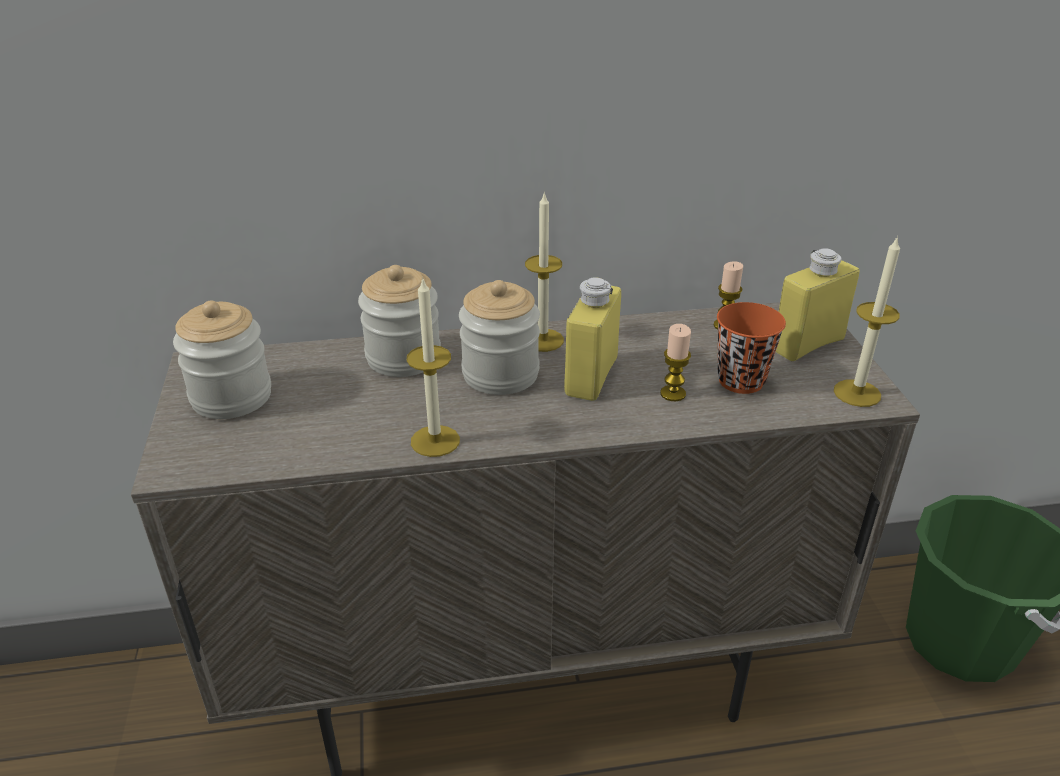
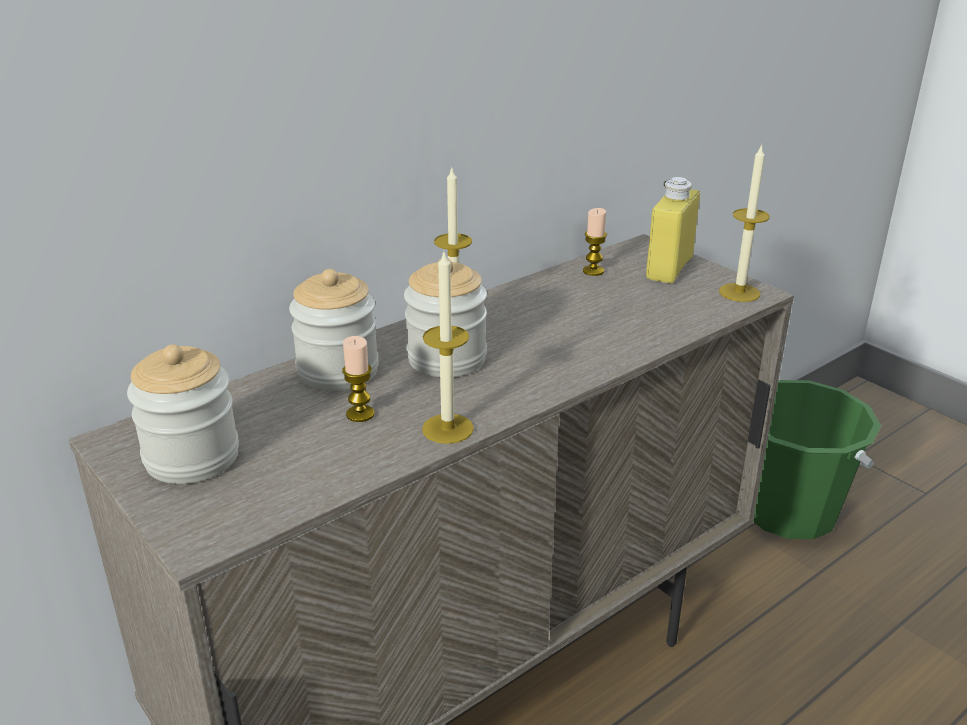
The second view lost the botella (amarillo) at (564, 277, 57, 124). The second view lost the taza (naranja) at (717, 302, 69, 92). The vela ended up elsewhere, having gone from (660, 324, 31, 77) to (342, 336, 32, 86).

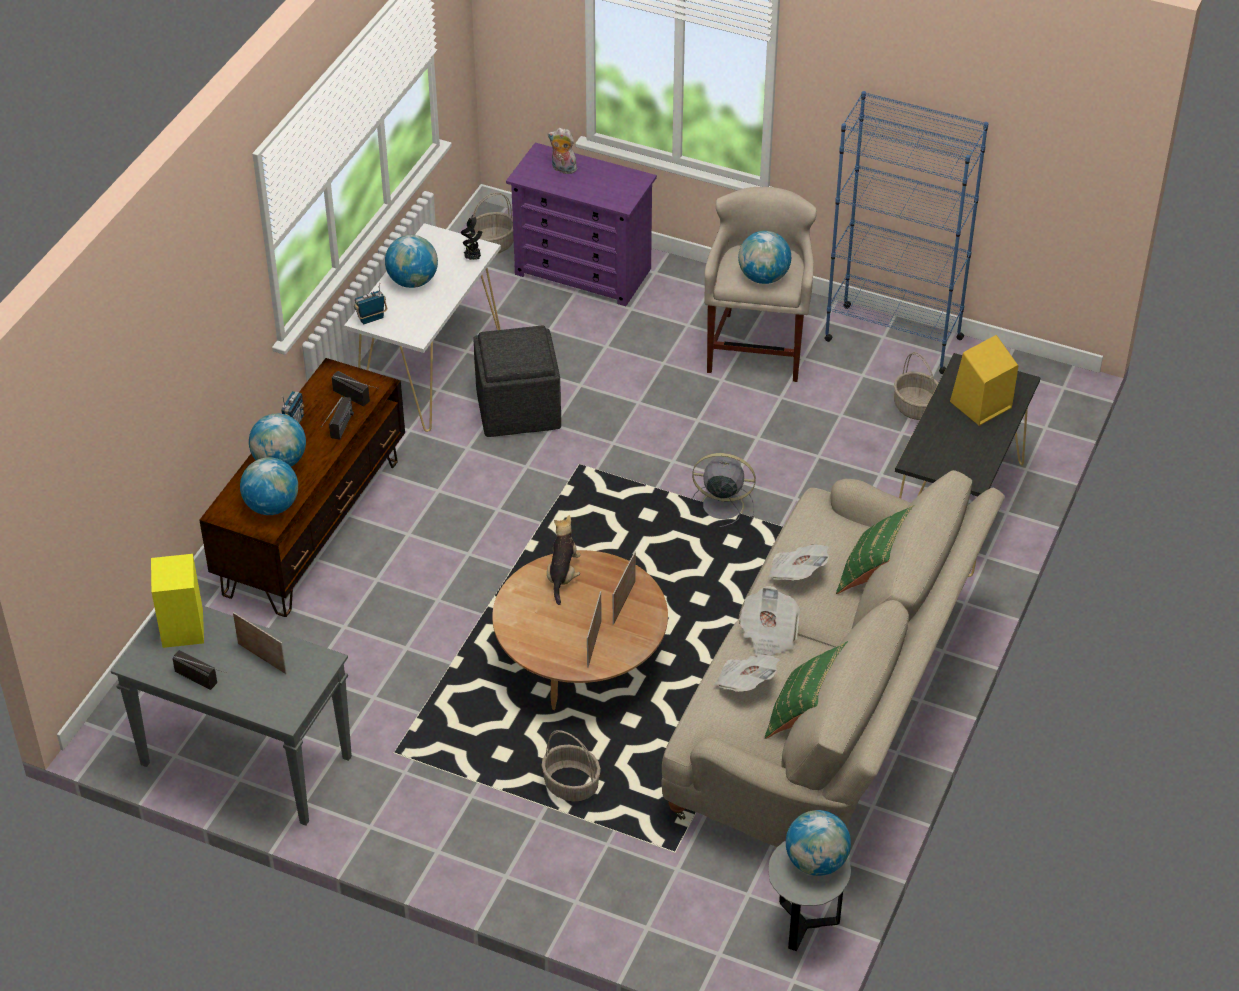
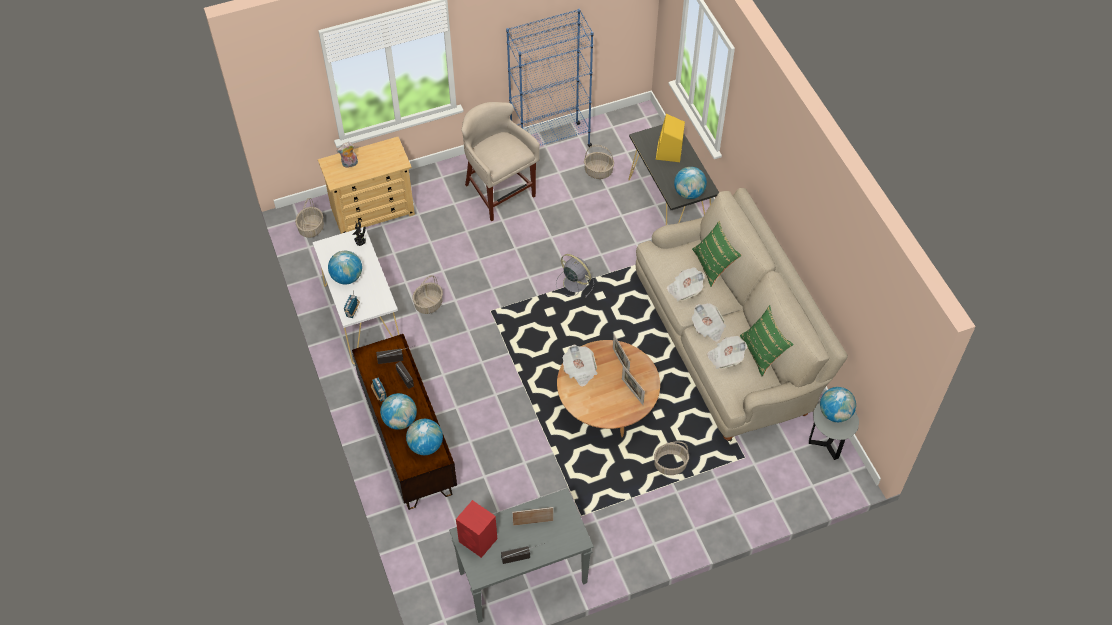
What was the cómoda (morado) at (506, 143, 151, 163) turned into the cómoda (beis) at (318, 137, 97, 97). The globo terráqueo ended up elsewhere, having gone from (738, 231, 53, 53) to (674, 167, 33, 32). Where the puf (gris) stood at (473, 325, 88, 112), the cesta came to stand at (413, 275, 30, 39). The ventilador (gris) at (692, 453, 64, 74) ended up facing another way, 75 degrees clockwise from before. Where the peluche stood at (547, 515, 33, 90), the periódico came to stand at (563, 344, 35, 42). What was the altavoz (amarillo) at (151, 554, 53, 94) turned into the altavoz (rojo) at (456, 500, 41, 58).

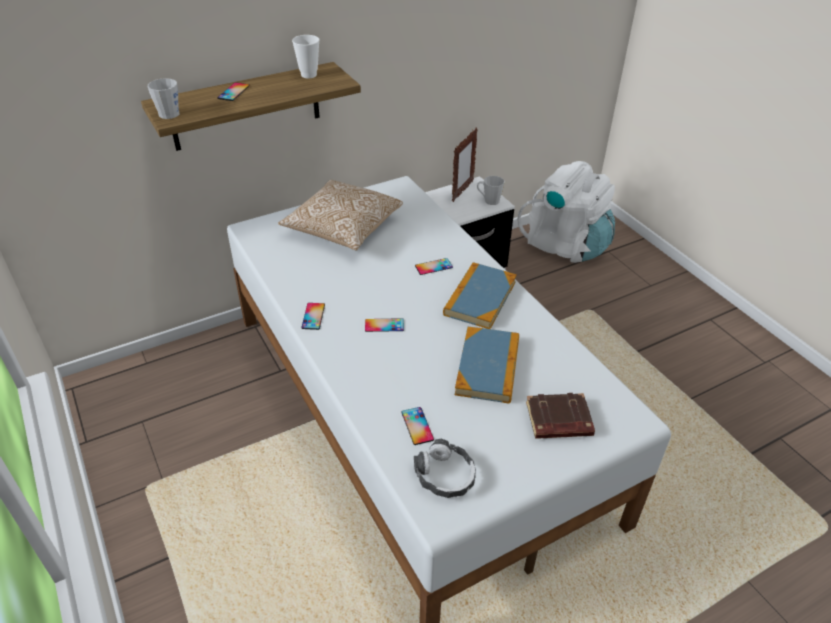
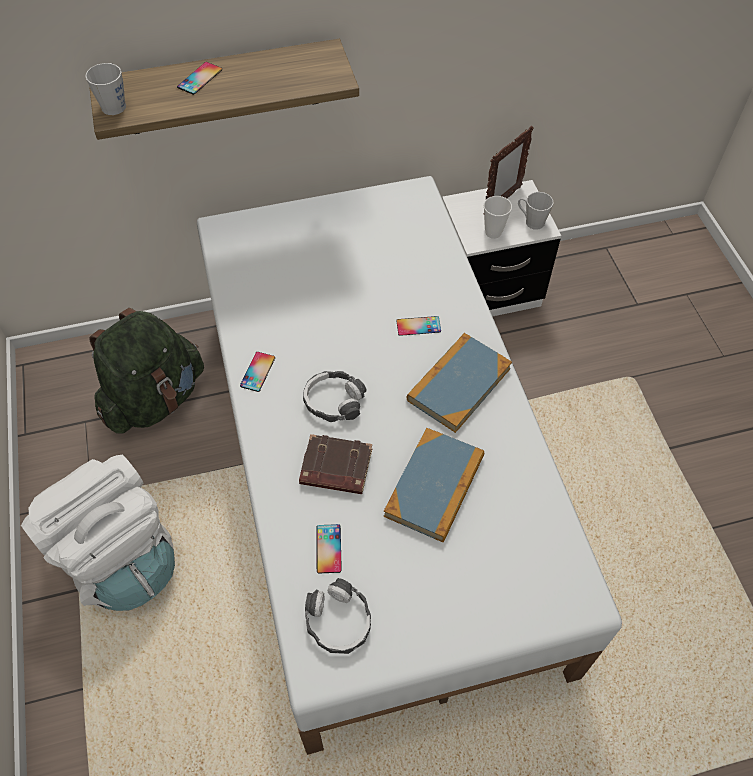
The taza ended up elsewhere, having gone from (292, 35, 28, 43) to (484, 196, 28, 43). The mochila (blanco) ended up elsewhere, having gone from (517, 161, 98, 102) to (21, 455, 154, 156). The second view lost the cojín at (278, 180, 125, 70). Where the móvil stood at (365, 318, 39, 14), the auriculares came to stand at (303, 371, 63, 51). The libro (marrón) ended up elsewhere, having gone from (526, 393, 69, 46) to (299, 434, 73, 60). The second view gained the mochila (verde) at (89, 308, 115, 126).

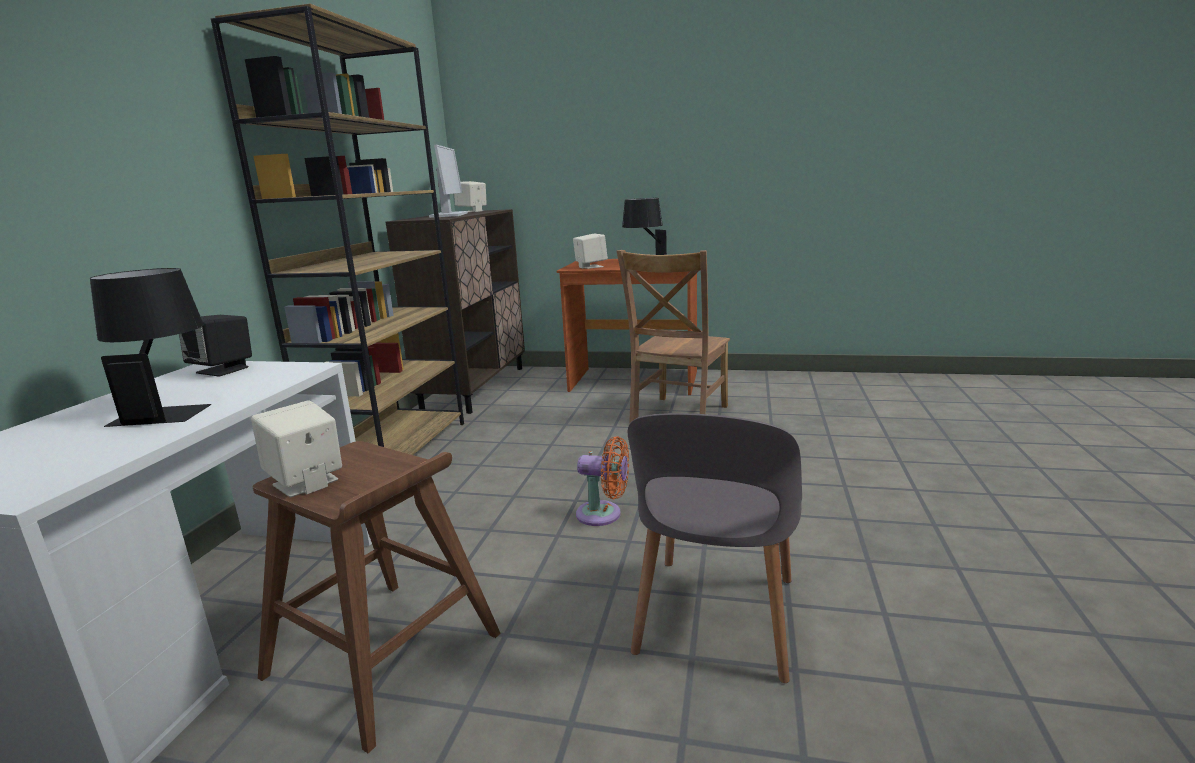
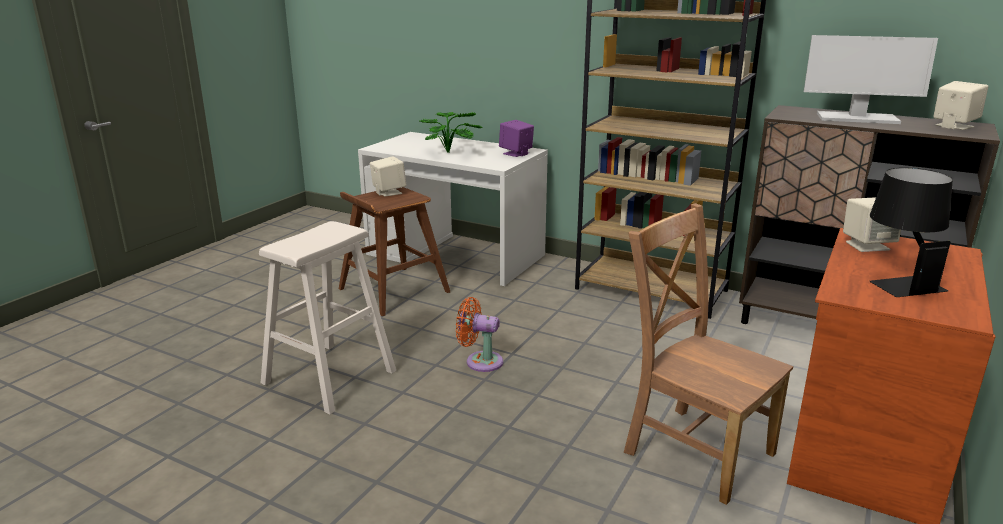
Where the lámpara de mesa (negro) stood at (90, 268, 121, 159), the planta en maceta came to stand at (420, 112, 62, 41). What was the altavoz (negro) at (179, 315, 73, 62) turned into the altavoz (morado) at (499, 120, 35, 37). Where the silla (gris) stood at (628, 413, 174, 270), the taburete (beis) came to stand at (259, 221, 137, 194). The ventilador (naranja) at (576, 436, 53, 90) ended up facing another way, 75 degrees clockwise from before.

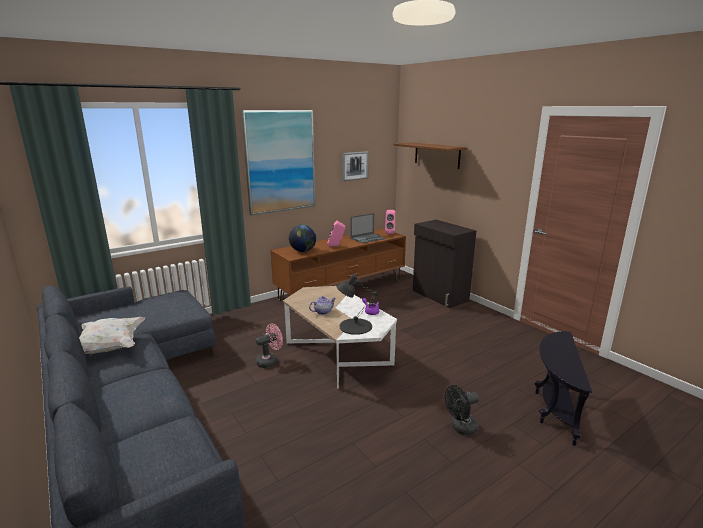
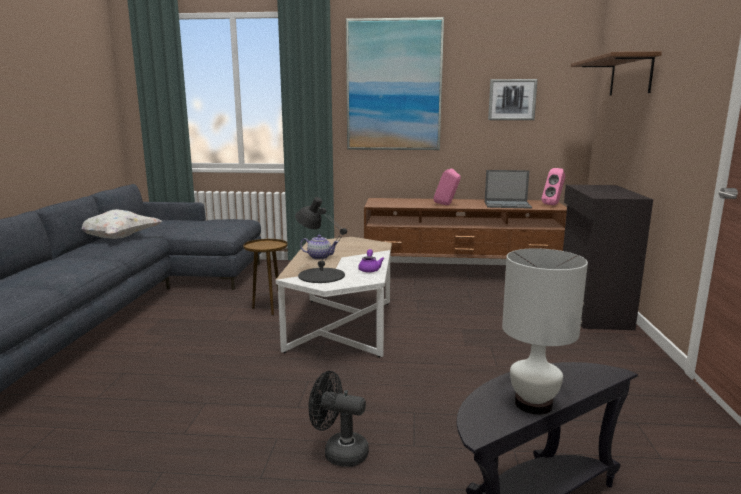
The second view lost the globo terráqueo at (289, 225, 27, 27). Where the ventilador (rosa) stood at (256, 323, 27, 45), the mesa auxiliar (marrón) came to stand at (243, 239, 45, 77). The second view gained the lámpara de mesa (blanco) at (502, 248, 86, 167).

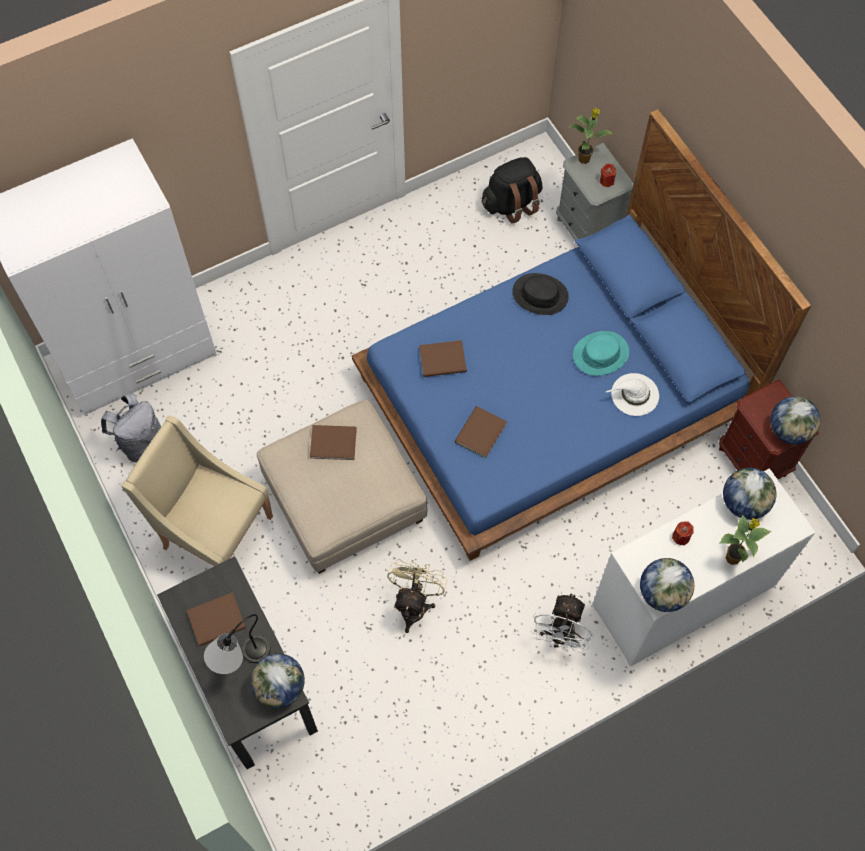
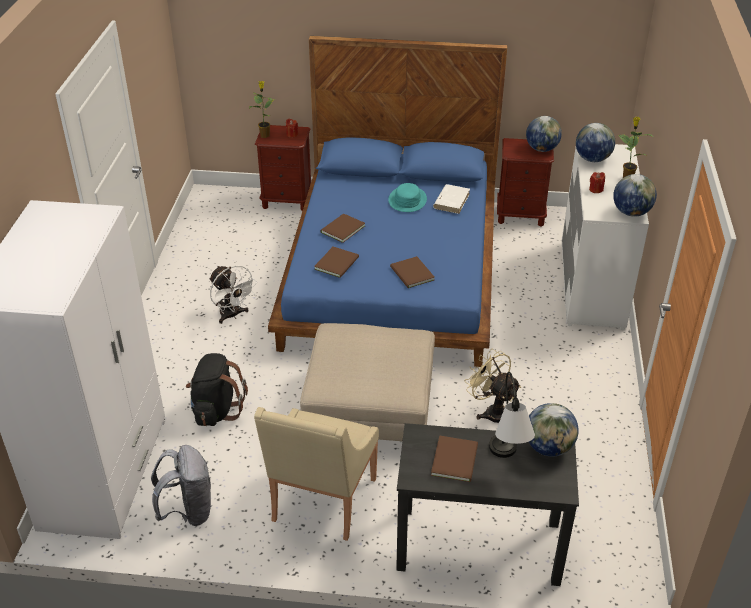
What was the mesita de noche (gris) at (556, 143, 77, 97) turned into the mesita de noche (marrón) at (255, 125, 56, 86). The mochila (negro) ended up elsewhere, having gone from (482, 157, 61, 67) to (186, 353, 62, 73). The second view lost the sombrero (negro) at (512, 273, 57, 42). Where the sombrero (blanco) stood at (606, 373, 53, 43), the libro (blanco) came to stand at (433, 184, 37, 30). The sillón (beis) at (121, 415, 152, 151) ended up facing another way, 45 degrees counterclockwise from before. The libro (marrón) ended up elsewhere, having gone from (310, 425, 47, 35) to (320, 213, 45, 30). The ventilador (blanco) ended up elsewhere, having gone from (531, 594, 61, 59) to (209, 266, 48, 58).

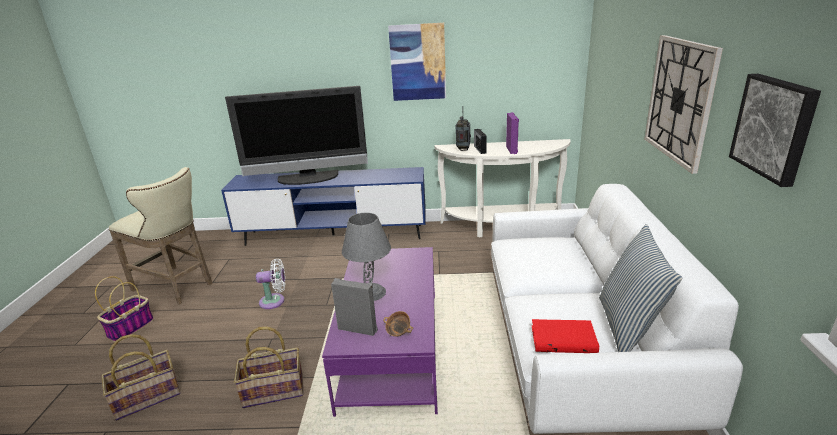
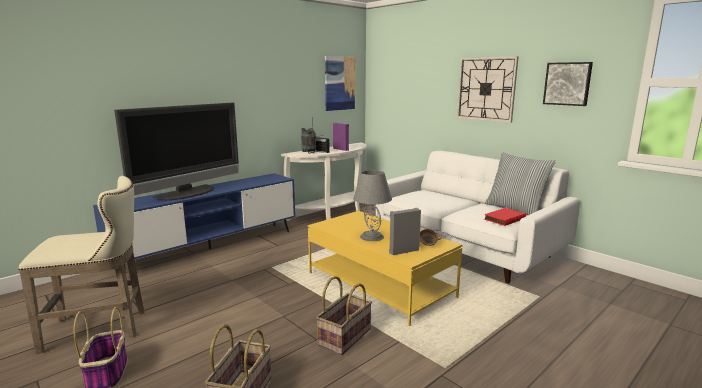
The cuadro ended up elsewhere, having gone from (388, 23, 58, 78) to (325, 56, 31, 55). What was the mesa de centro (morado) at (322, 247, 116, 170) turned into the mesa de centro (amarillo) at (308, 211, 154, 115). The second view lost the ventilador (blanco) at (256, 258, 29, 51).

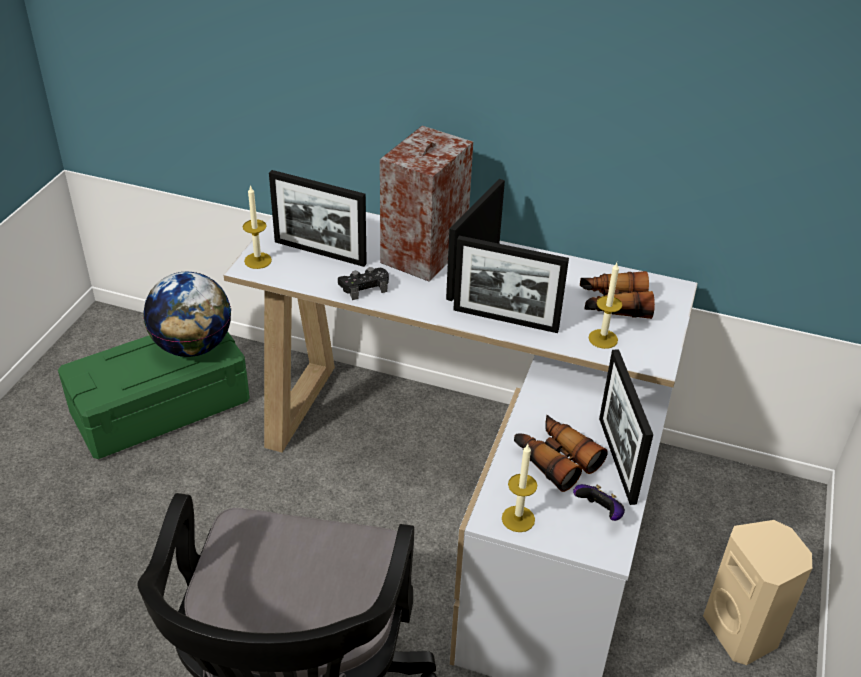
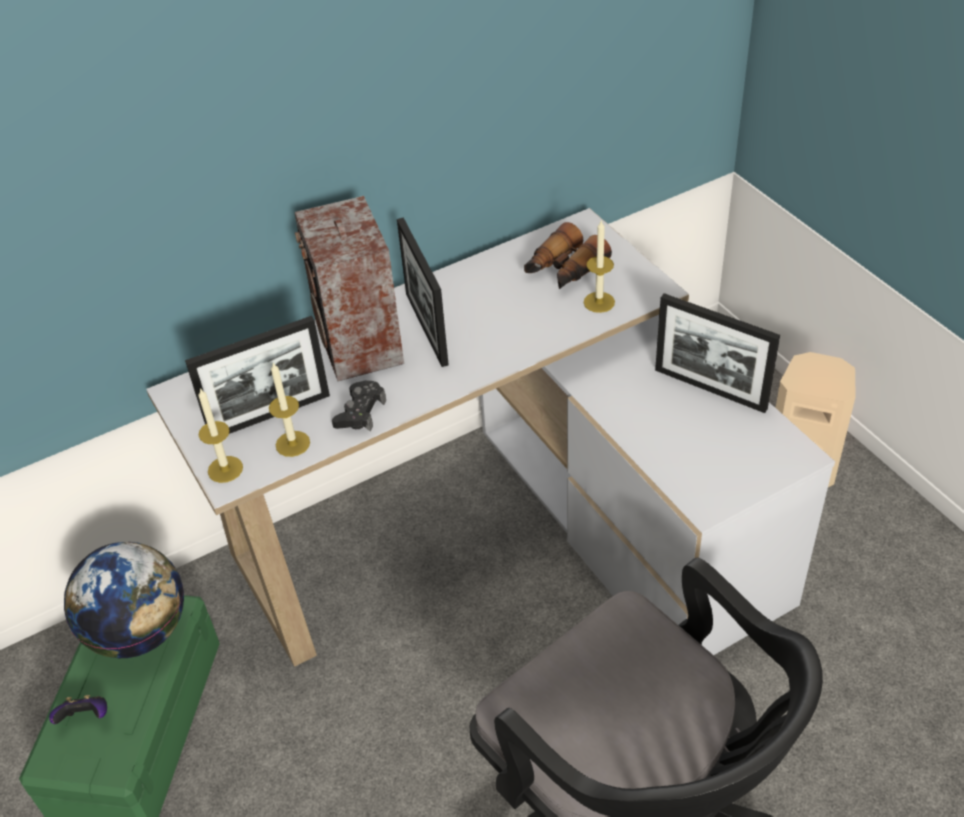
The second view lost the portarretratos at (453, 236, 116, 97). The second view lost the prismáticos at (514, 415, 94, 77). The vela ended up elsewhere, having gone from (502, 444, 35, 88) to (269, 363, 41, 94). The mando de consola ended up elsewhere, having gone from (573, 484, 52, 37) to (49, 695, 58, 29).

